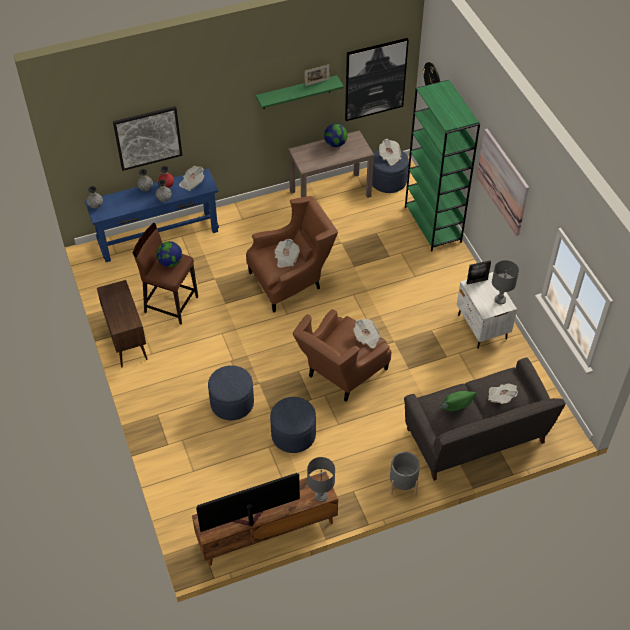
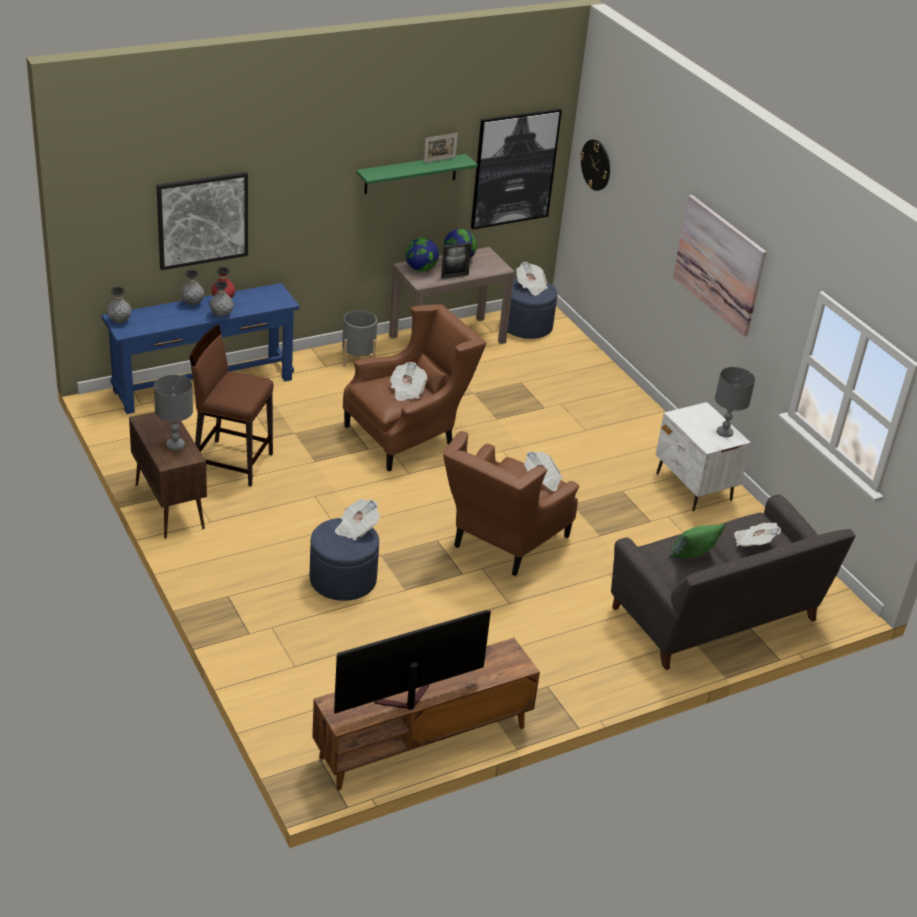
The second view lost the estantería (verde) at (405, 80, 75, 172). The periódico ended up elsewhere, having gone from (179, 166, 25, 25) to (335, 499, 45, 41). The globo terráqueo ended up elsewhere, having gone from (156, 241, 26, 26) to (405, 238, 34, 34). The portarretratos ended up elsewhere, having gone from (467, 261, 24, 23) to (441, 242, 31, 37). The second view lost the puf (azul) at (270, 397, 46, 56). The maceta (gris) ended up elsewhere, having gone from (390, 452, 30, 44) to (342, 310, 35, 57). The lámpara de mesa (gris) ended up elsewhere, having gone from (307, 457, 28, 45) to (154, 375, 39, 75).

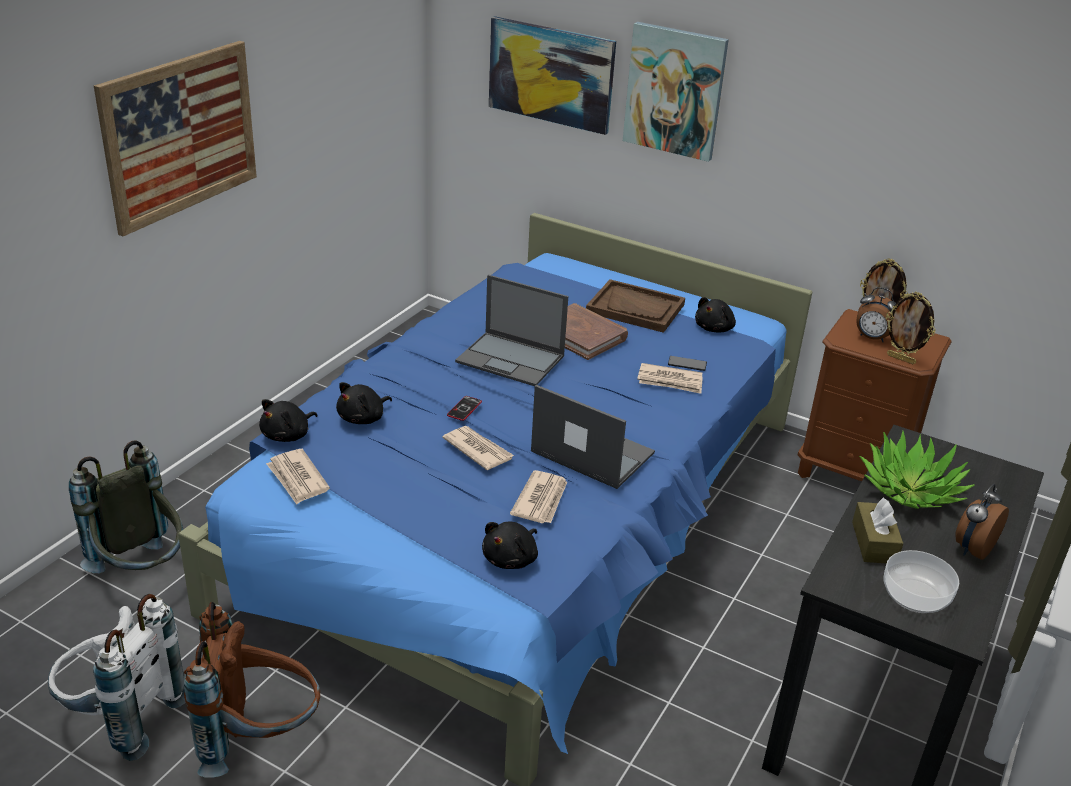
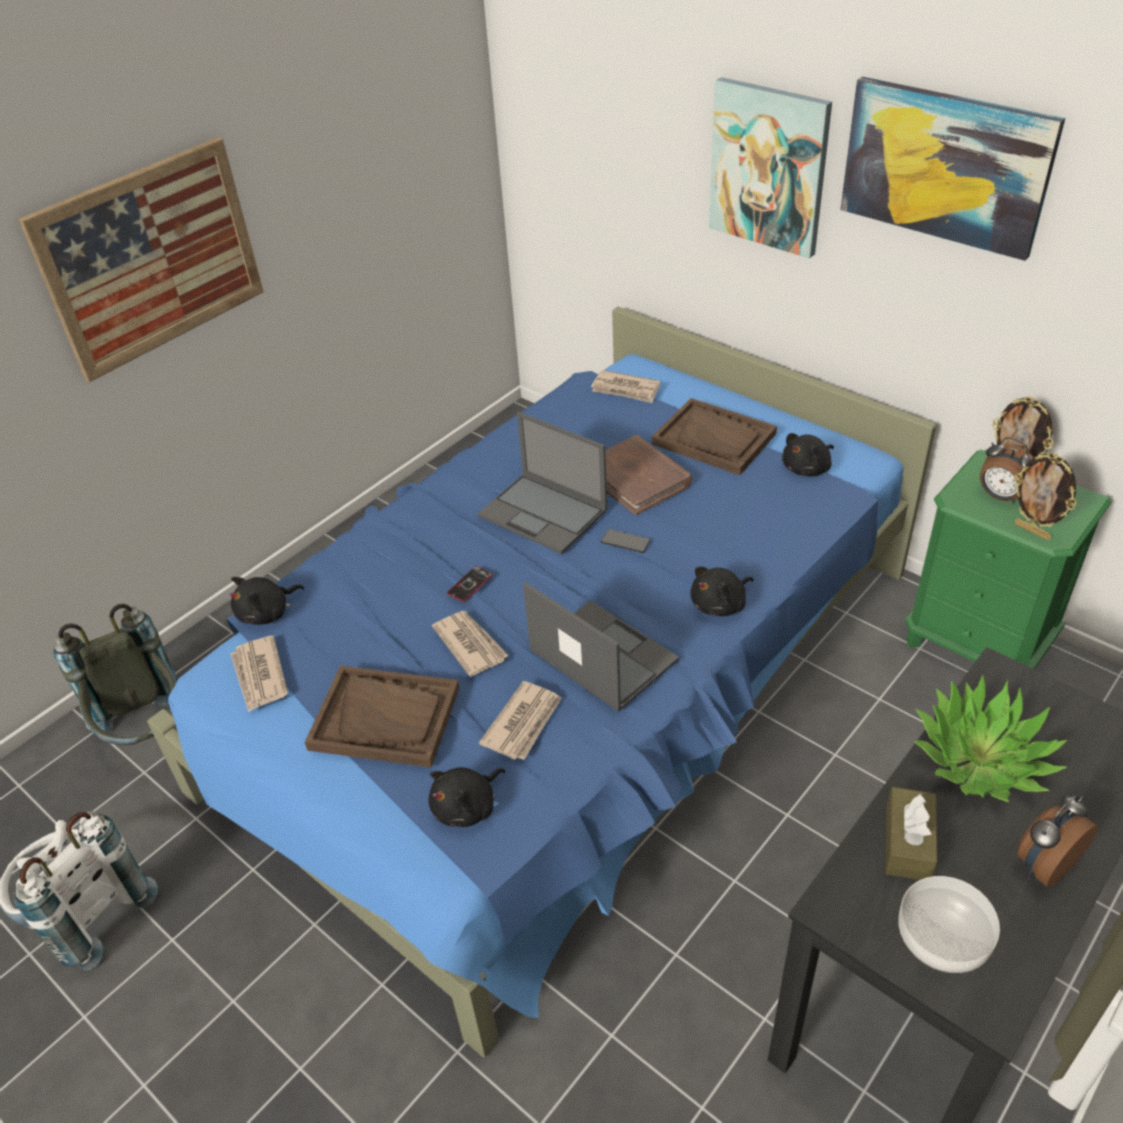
The cuadro ended up elsewhere, having gone from (489, 16, 127, 119) to (840, 77, 225, 184). What was the mesita de noche (marrón) at (798, 309, 154, 172) turned into the mesita de noche (verde) at (905, 449, 206, 220). The móvil ended up elsewhere, having gone from (668, 356, 39, 15) to (601, 529, 50, 24). The periódico ended up elsewhere, having gone from (637, 363, 66, 31) to (591, 370, 69, 33). The peluche (negro) ended up elsewhere, having gone from (336, 382, 56, 42) to (690, 566, 64, 50). The second view lost the mochila (marrón) at (184, 602, 136, 176). The second view gained the bandeja (marrón) at (304, 666, 156, 102).

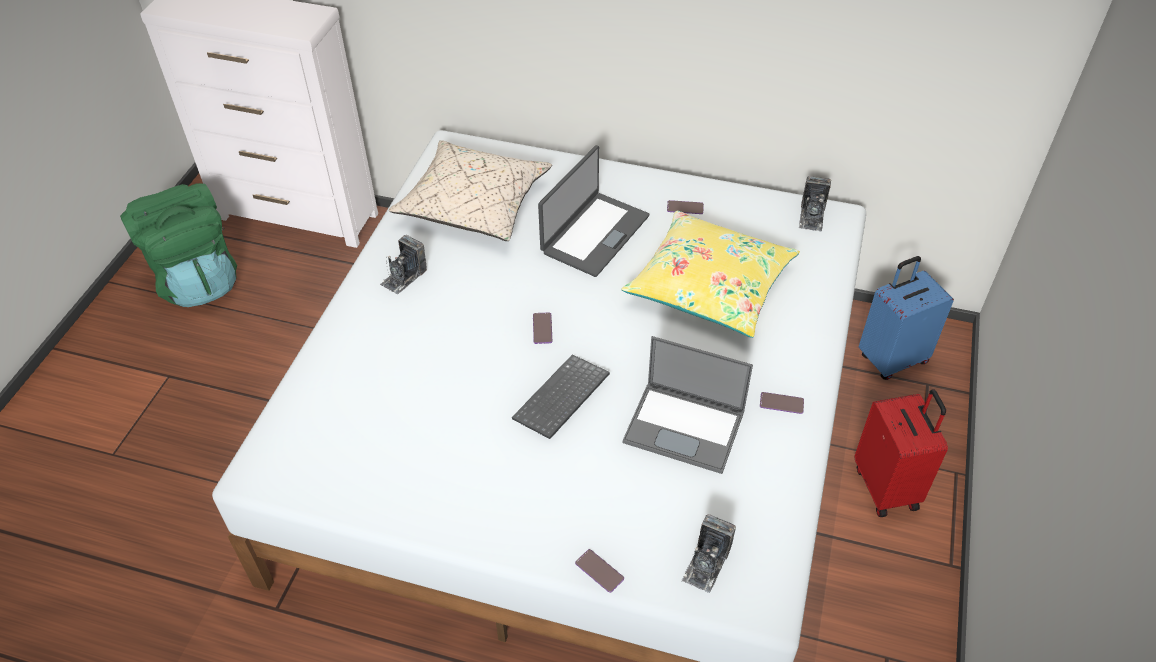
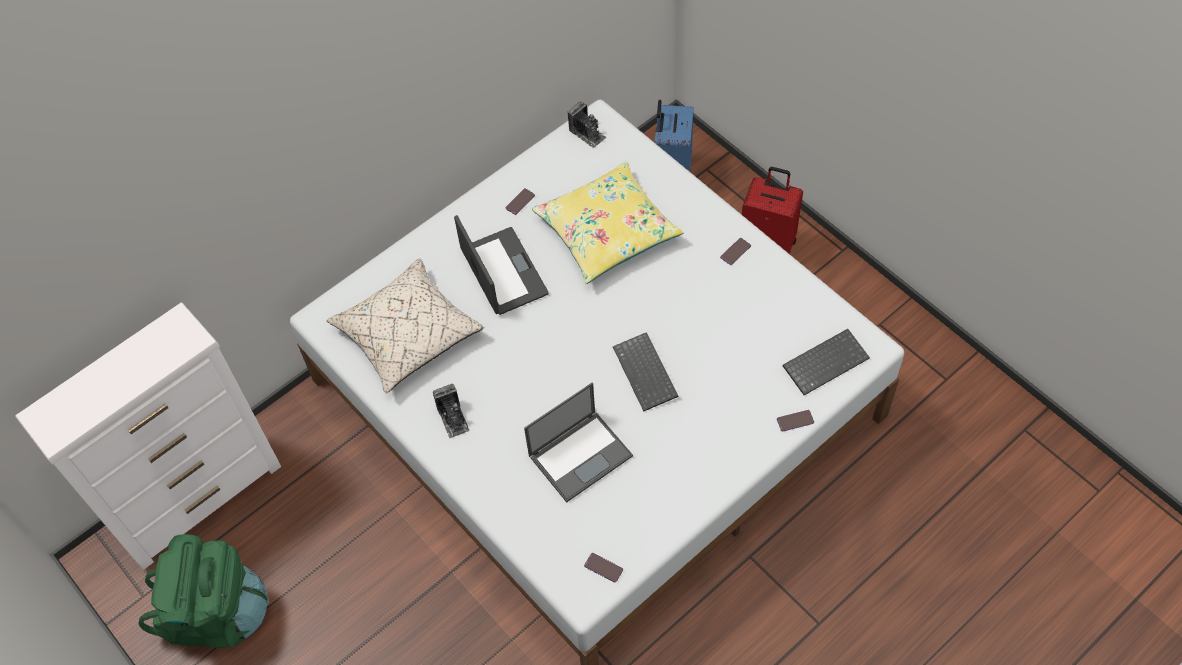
The móvil ended up elsewhere, having gone from (533, 313, 19, 31) to (584, 553, 39, 29). The portátil ended up elsewhere, having gone from (623, 336, 130, 138) to (524, 383, 109, 120). Where the cámara stood at (682, 514, 54, 79), the teclado came to stand at (782, 329, 88, 66).

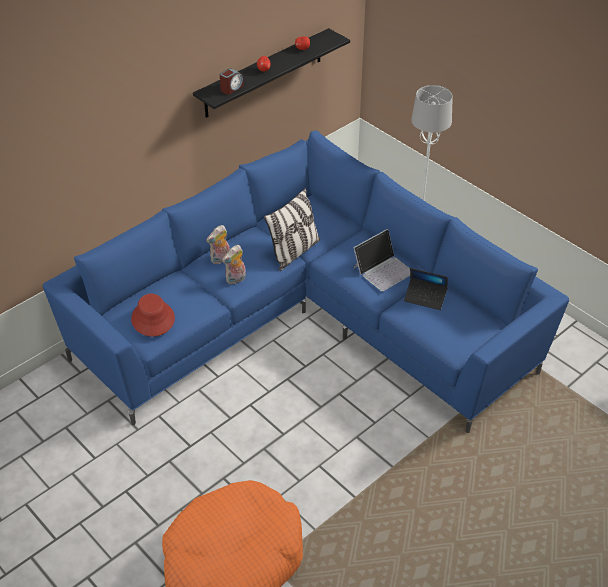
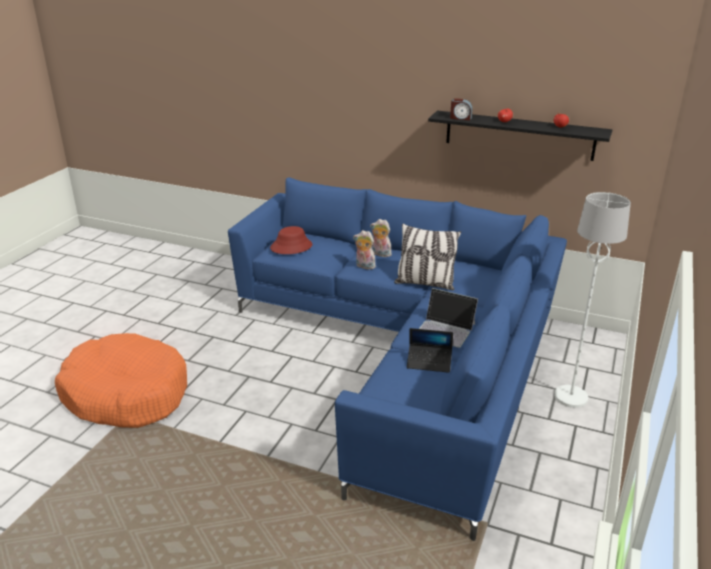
The portátil at (404, 268, 44, 42) ended up facing another way, 75 degrees counterclockwise from before.

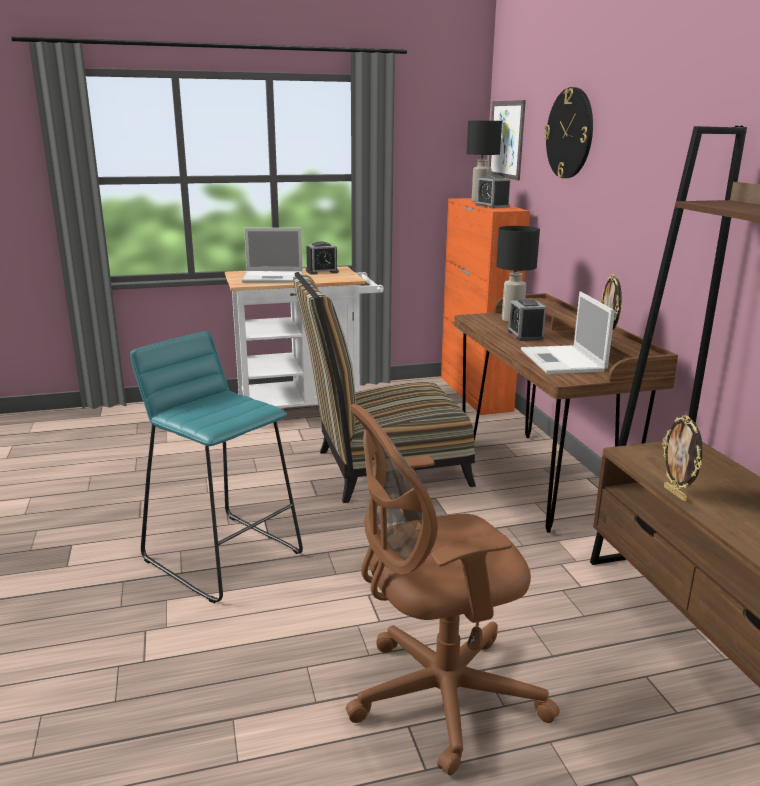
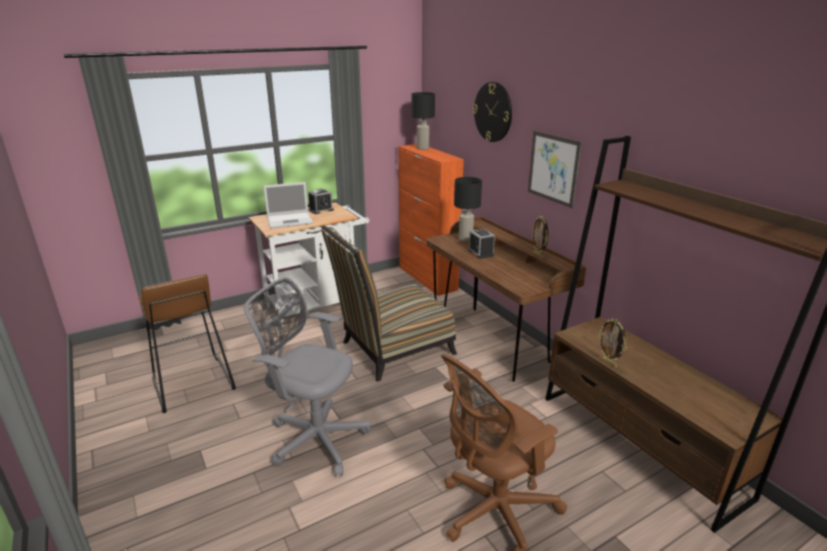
The cuadro ended up elsewhere, having gone from (489, 100, 37, 80) to (528, 130, 54, 78). The second view lost the despertador at (476, 175, 35, 33). The second view lost the portátil at (521, 292, 94, 82). Where the taburete (turquesa) stood at (130, 331, 173, 273), the silla de oficina (gris) came to stand at (244, 277, 127, 199). The second view gained the taburete (marrón) at (138, 274, 98, 139).

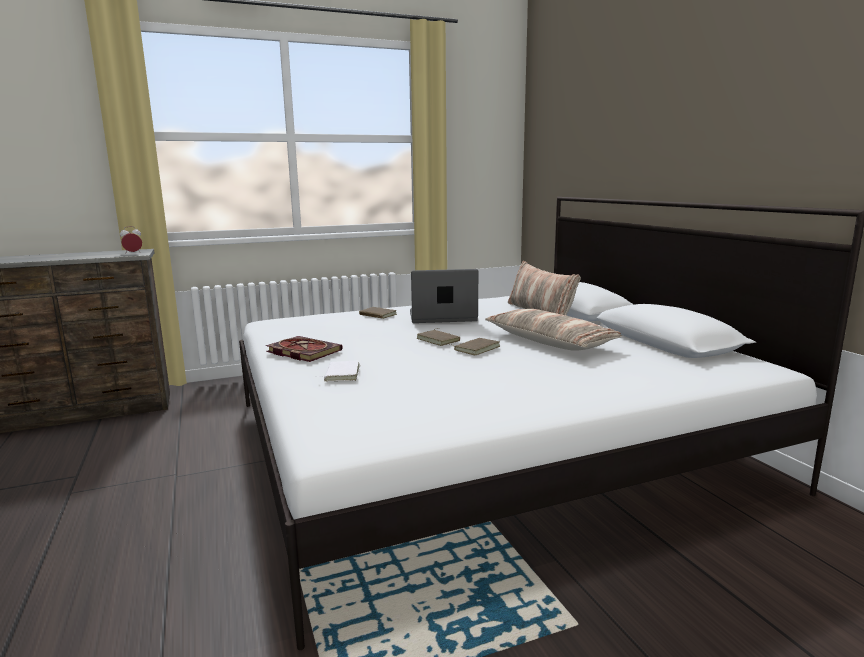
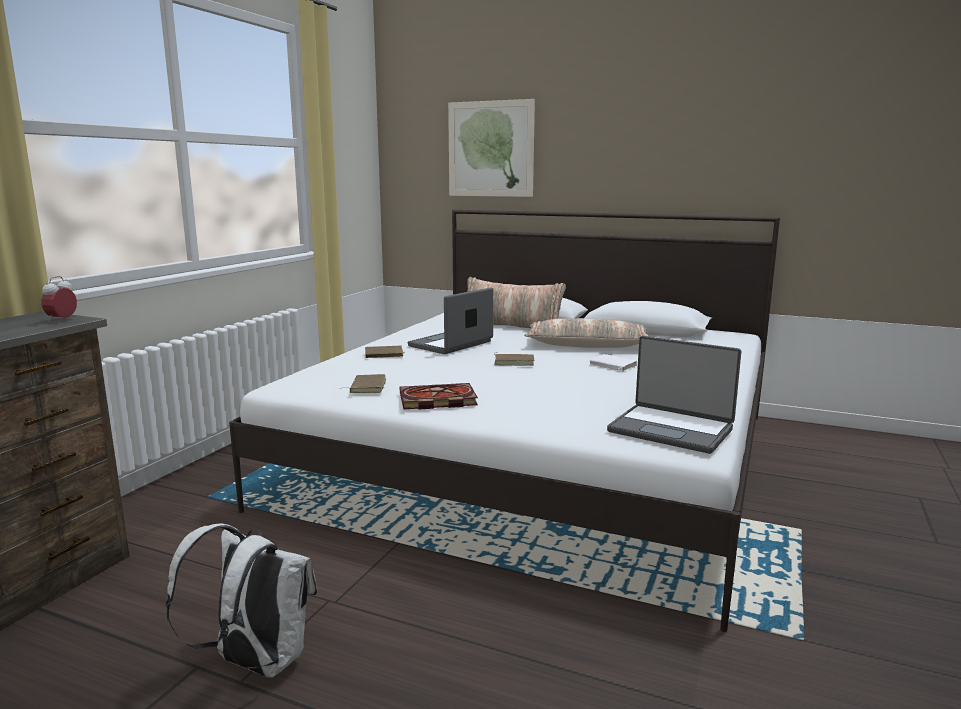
The libro (marrón) ended up elsewhere, having gone from (449, 338, 51, 17) to (340, 374, 46, 19). The libro (blanco) ended up elsewhere, having gone from (315, 360, 45, 21) to (590, 354, 48, 17). The second view gained the cuadro at (448, 99, 87, 98). The second view gained the portátil at (607, 336, 135, 118). The second view gained the mochila (blanco) at (166, 524, 151, 154).

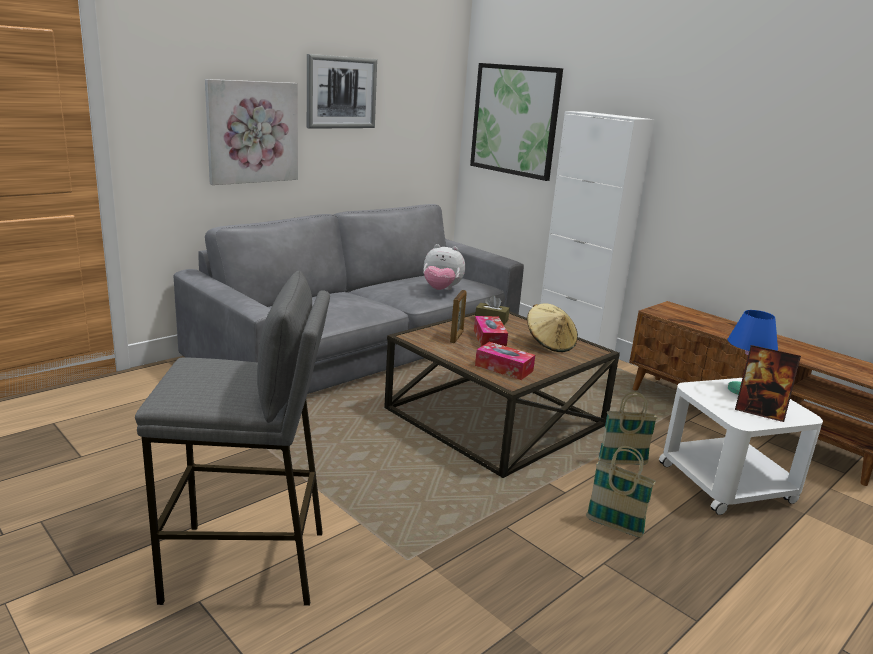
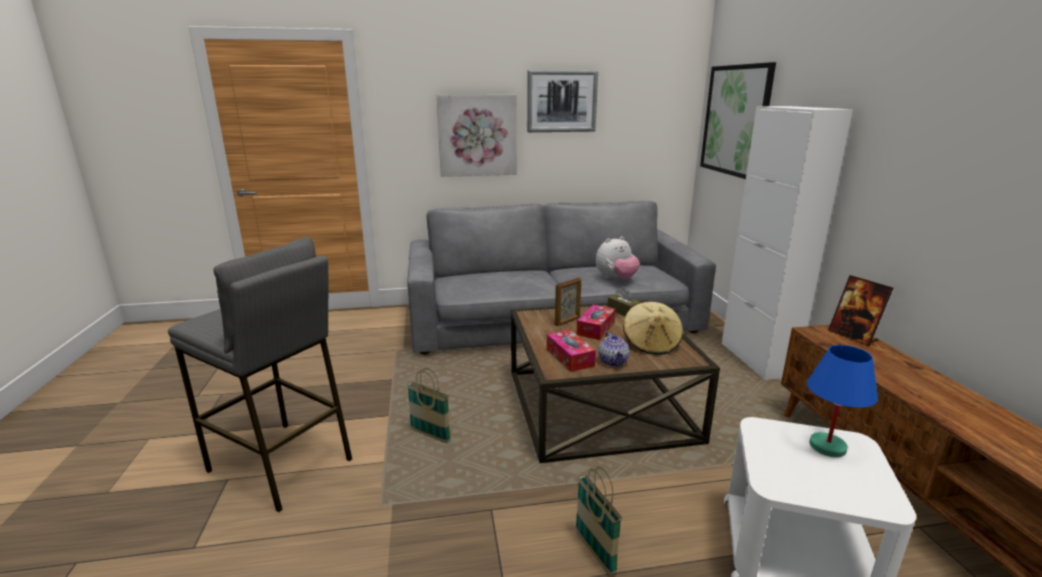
The peluche at (423, 244, 42, 46) ended up facing another way, 75 degrees counterclockwise from before. The portarretratos ended up elsewhere, having gone from (735, 345, 66, 77) to (828, 275, 65, 71). The cesta ended up elsewhere, having gone from (598, 392, 60, 73) to (407, 368, 44, 75). The second view gained the tetera at (598, 332, 32, 35).

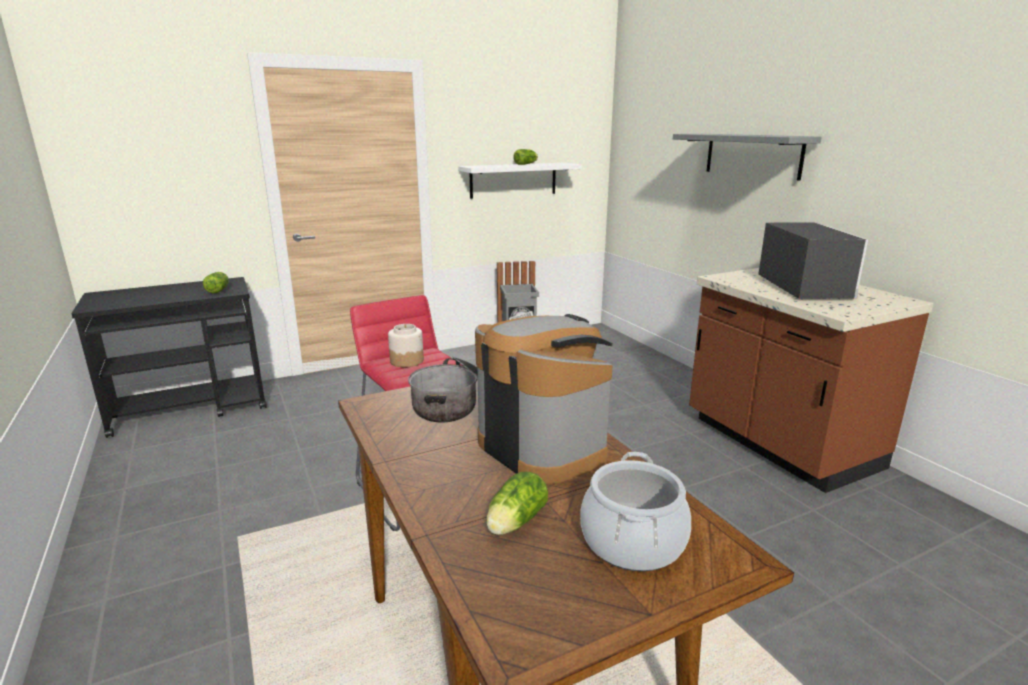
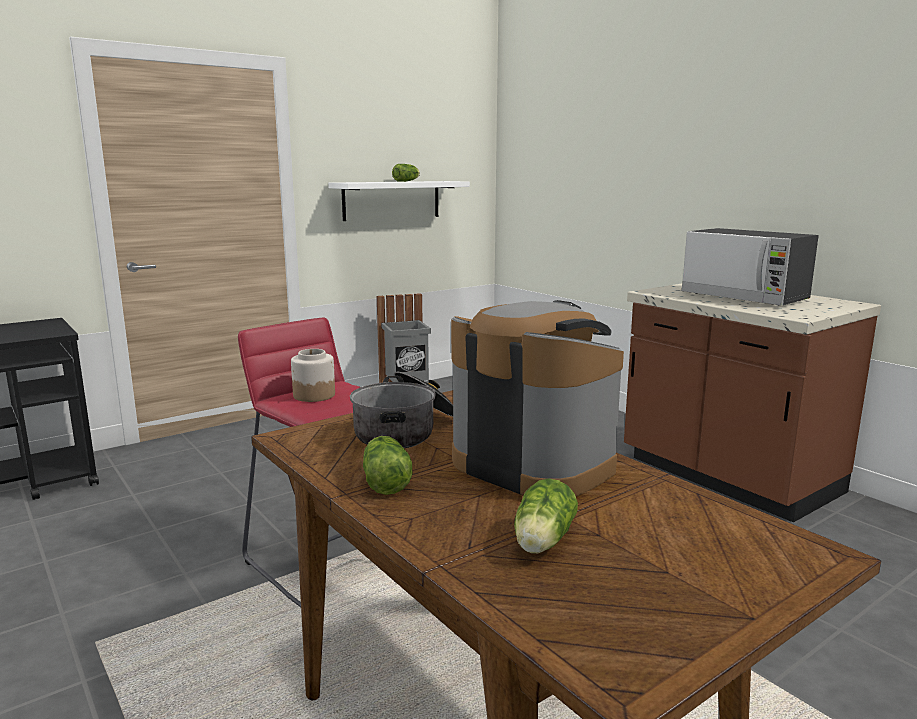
The second view lost the estante (gris) at (673, 134, 149, 47). The microondas at (759, 223, 109, 76) ended up facing another way, 150 degrees clockwise from before. The lechuga ended up elsewhere, having gone from (203, 272, 26, 21) to (363, 436, 50, 59). The second view lost the olla at (580, 452, 111, 119).

